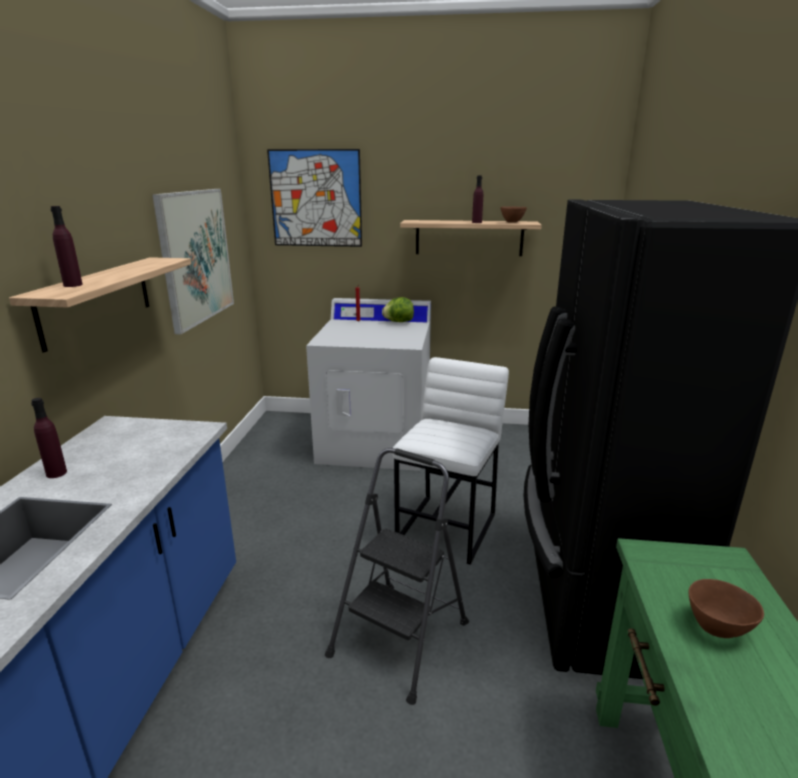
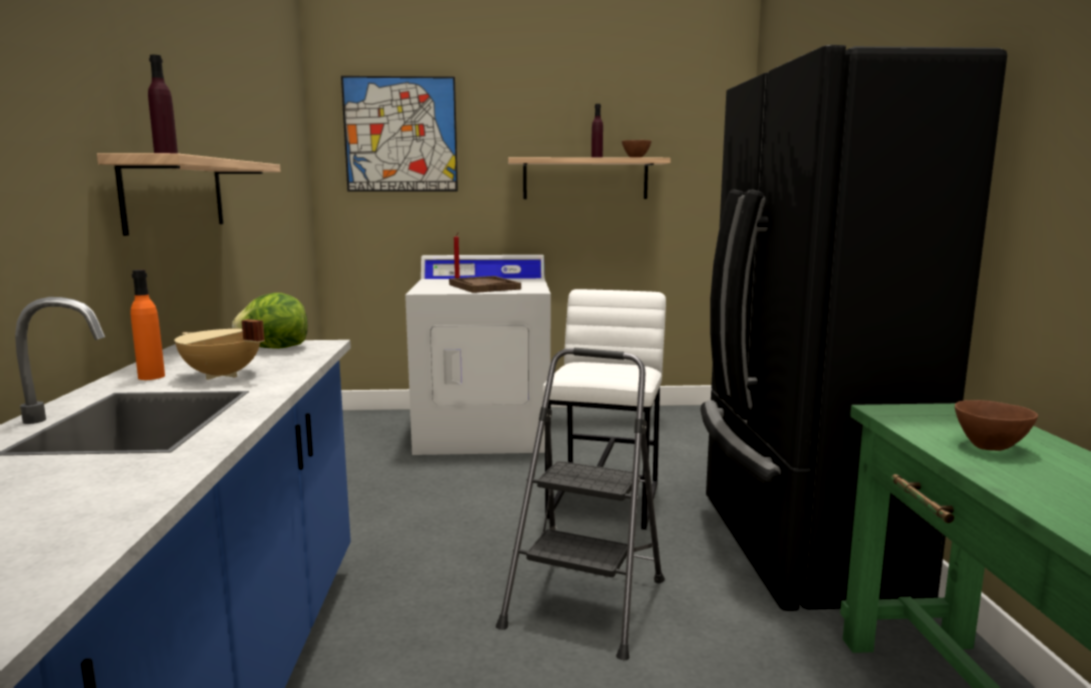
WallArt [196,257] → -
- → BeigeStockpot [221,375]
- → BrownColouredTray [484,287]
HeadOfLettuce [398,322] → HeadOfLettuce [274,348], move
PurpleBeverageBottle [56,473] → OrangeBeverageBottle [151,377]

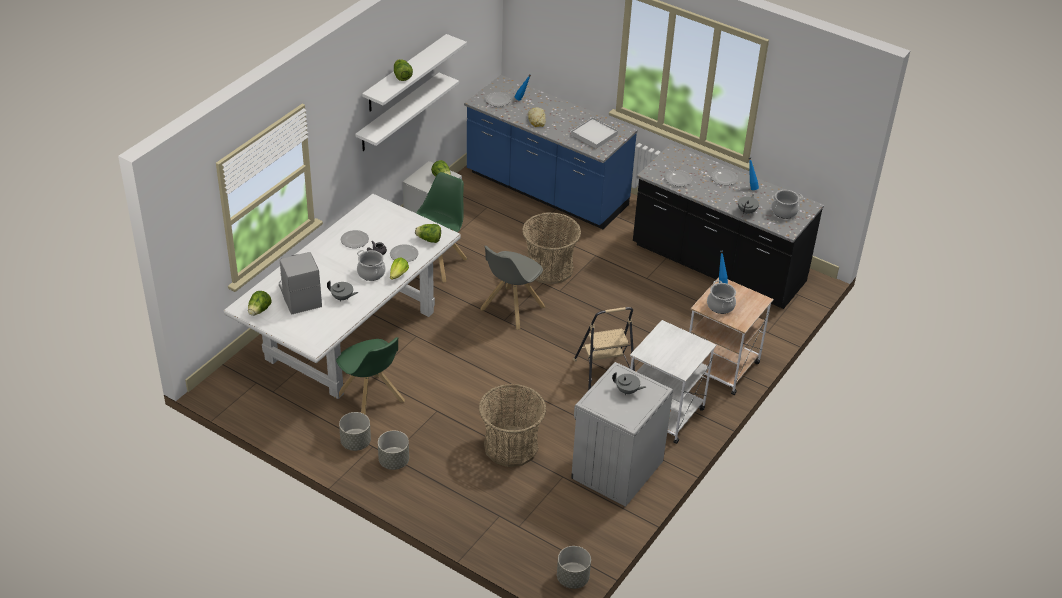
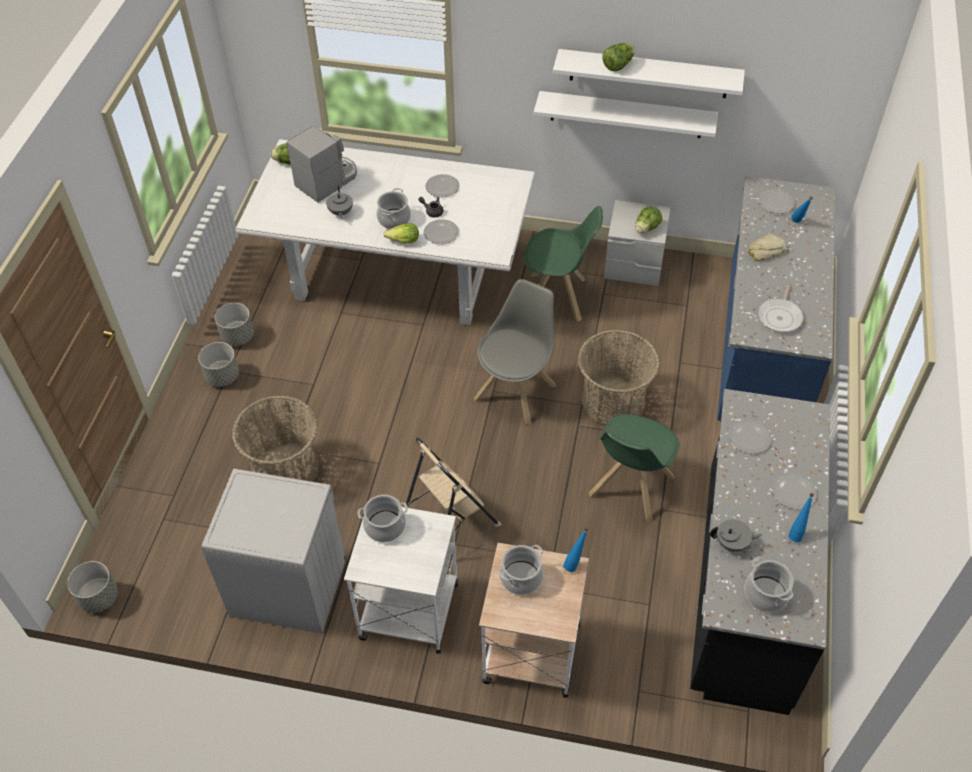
HeadOfLettuce [429,240] → -
GreyTeapot [627,391] → -
- → Stockpot [385,526]
GreenColouredChair [371,400] → GreenColouredChair [630,488], move
WhitishTray [594,134] → Skillet [780,316]
GreyChair [511,309] → GreyChair [516,390], 105 degrees clockwise

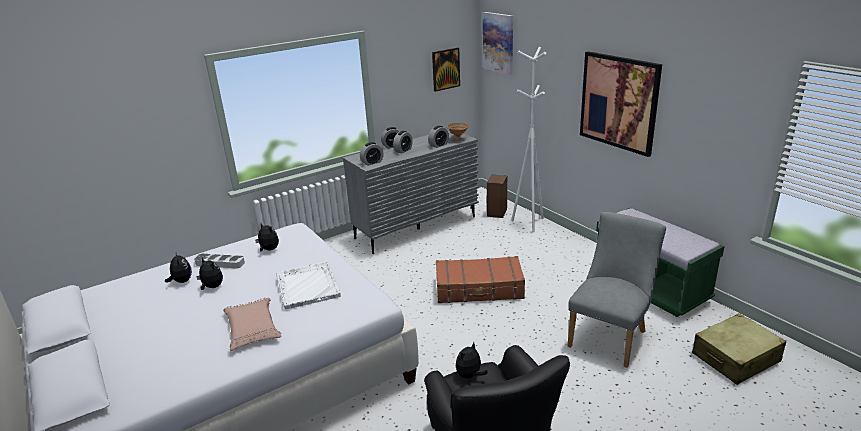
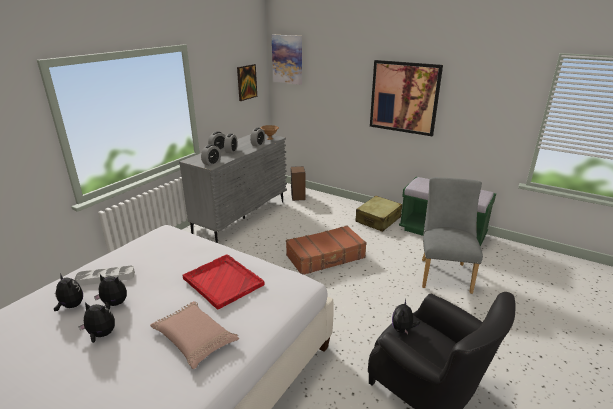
WhitishClothesRack [529,224] → -
SoftToy [269,250] → SoftToy [101,335], move
BeigeSuitcase [736,358] → BeigeSuitcase [378,220], move
WhitishTray [307,285] → RedTray [222,281]

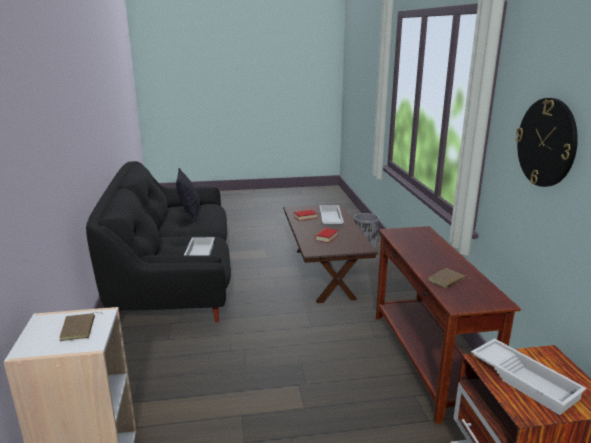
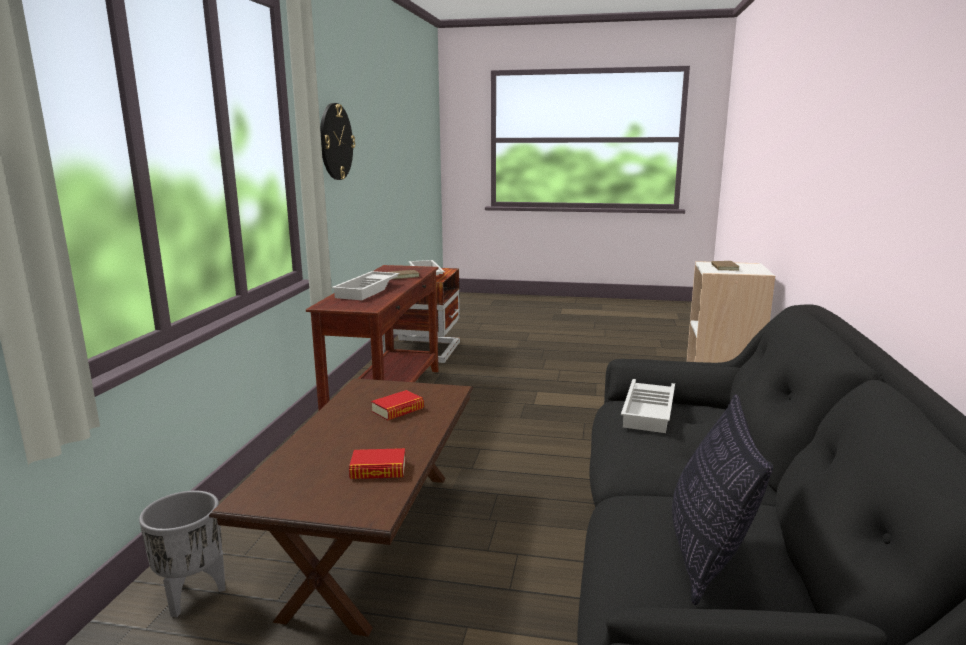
WhitishTray [330,219] → WhitishTray [368,290], move

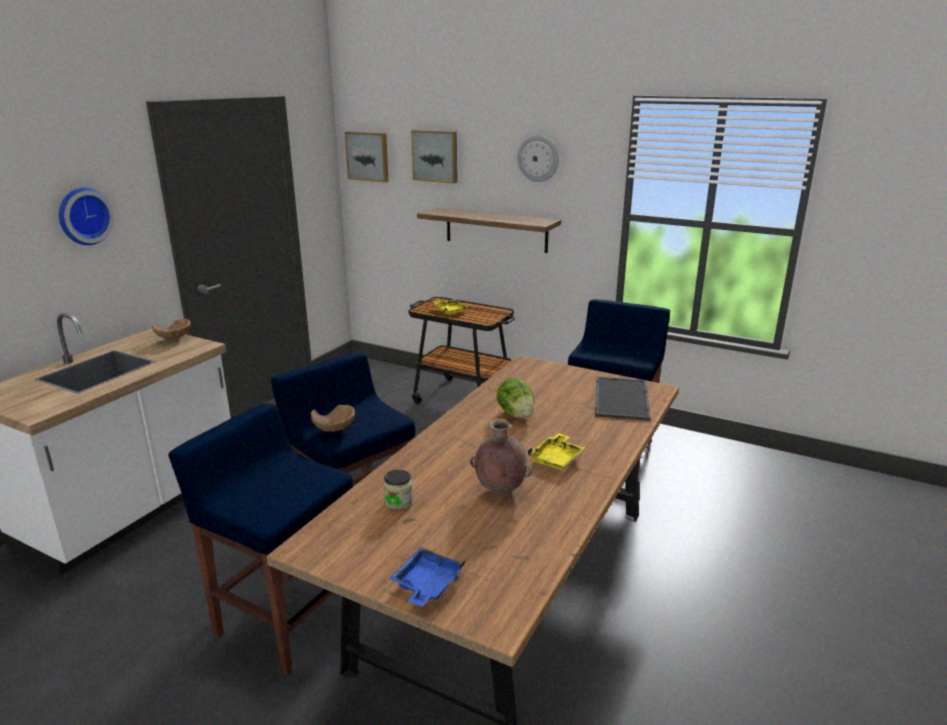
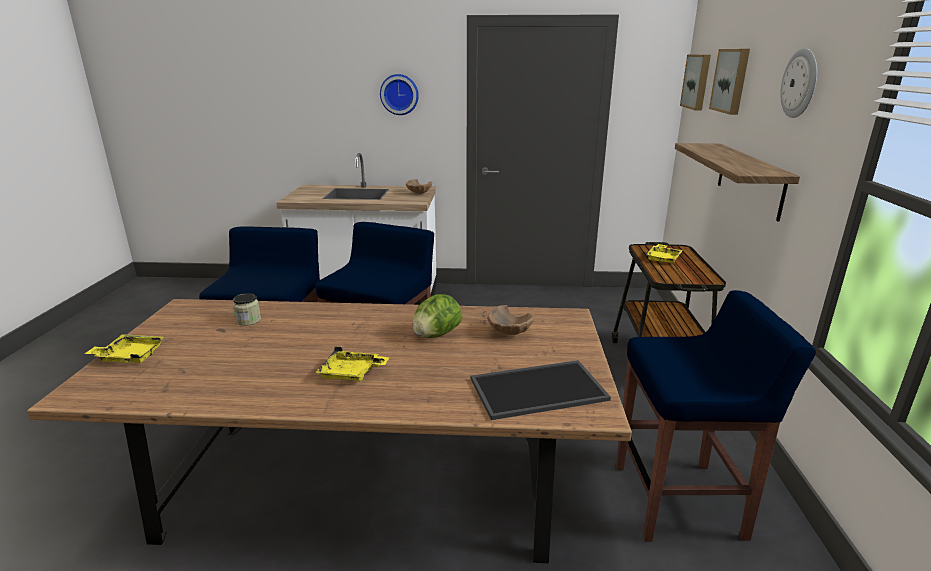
BrownColouredVase [500,490] → -
BrownColouredServingBowl [334,431] → BrownColouredServingBowl [508,334], move
BlueTray [426,585] → YellowColouredTray [130,356]

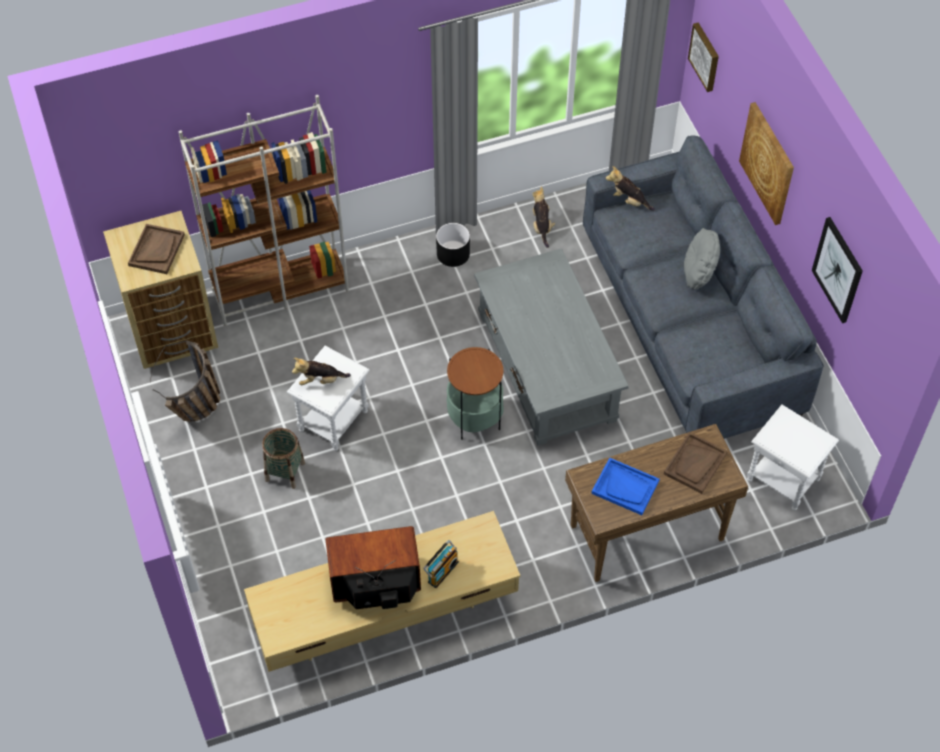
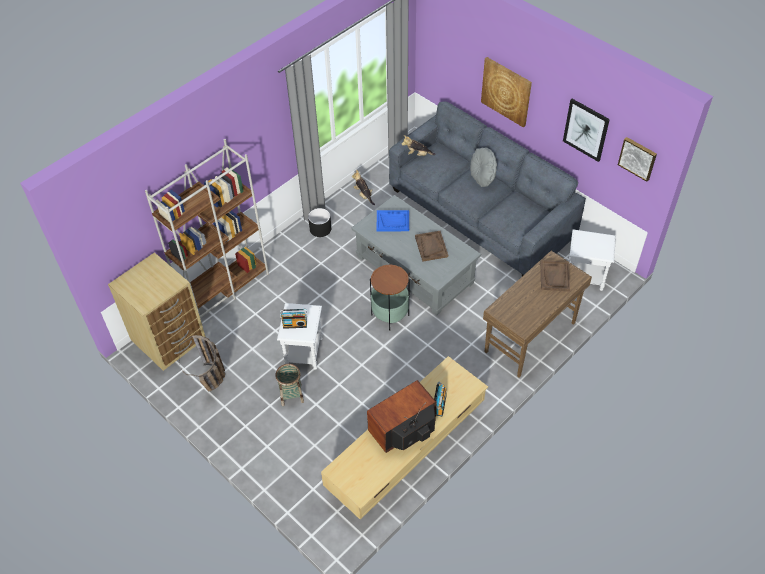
BrownColouredTray [156,250] → BrownColouredTray [431,246], move
BlueTray [625,487] → BlueTray [393,221], move
WallArt [705,56] → WallArt [638,158], move
SoftToy [320,380] → Radio [295,324]

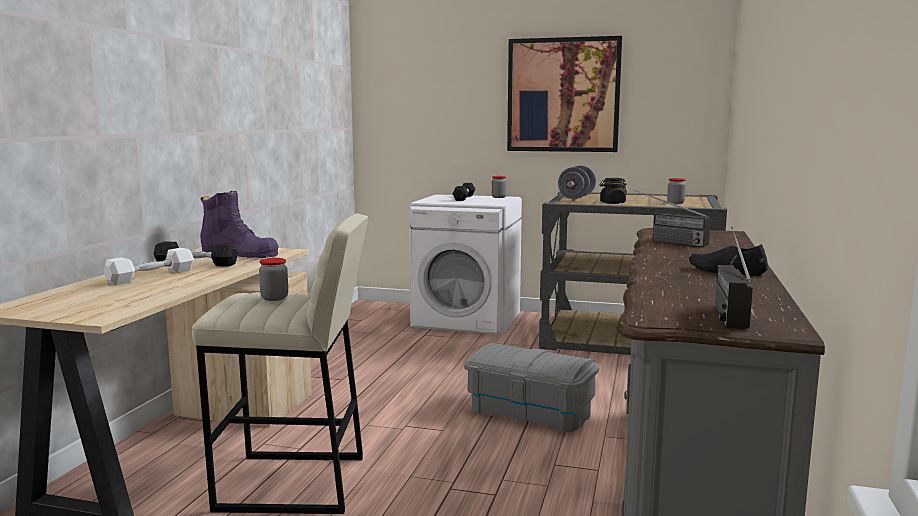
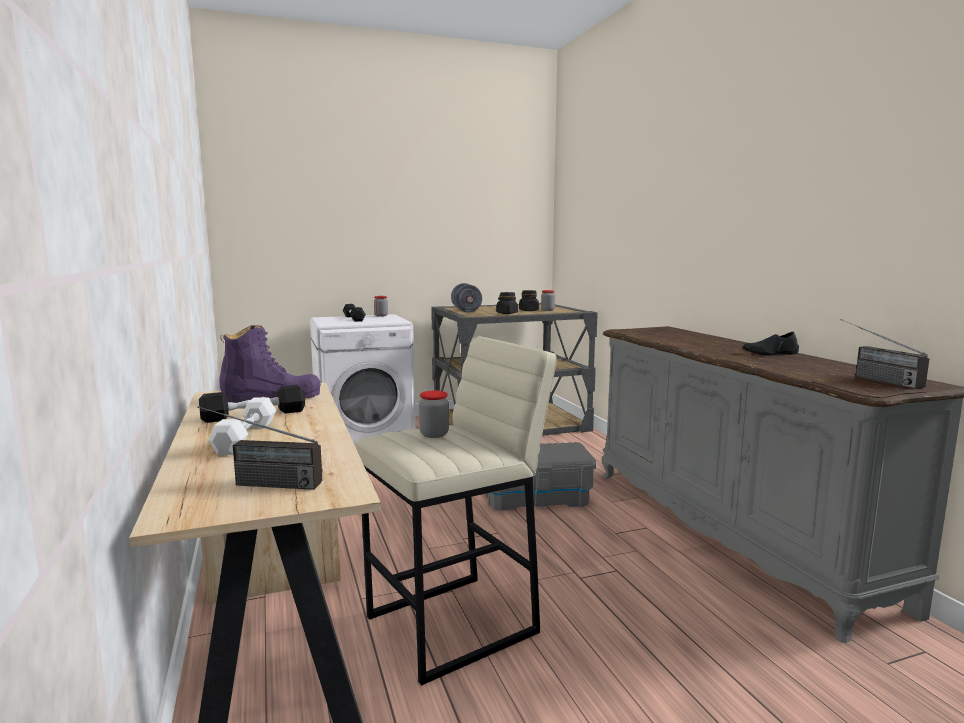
WallArt [563,95] → -
- → BlackColouredPreserveJar [528,310]
Radio [665,241] → Radio [257,483], move

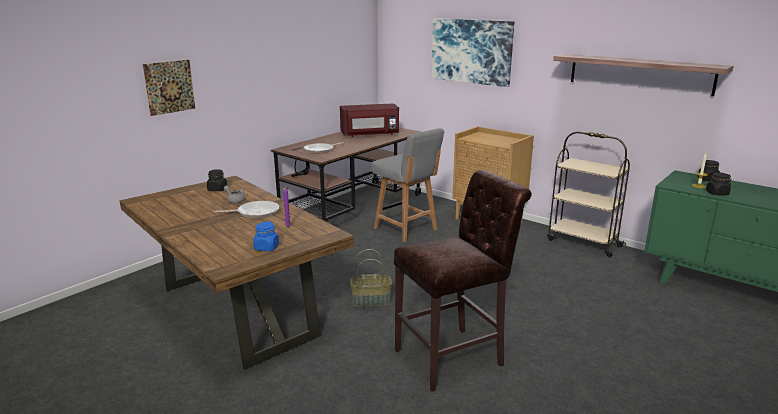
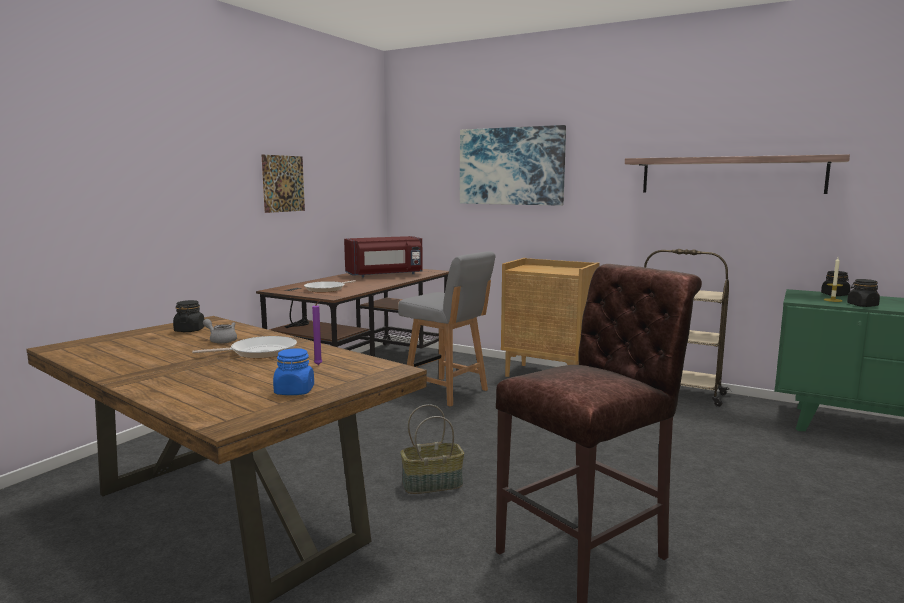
WallArt [169,87] → WallArt [283,183], move

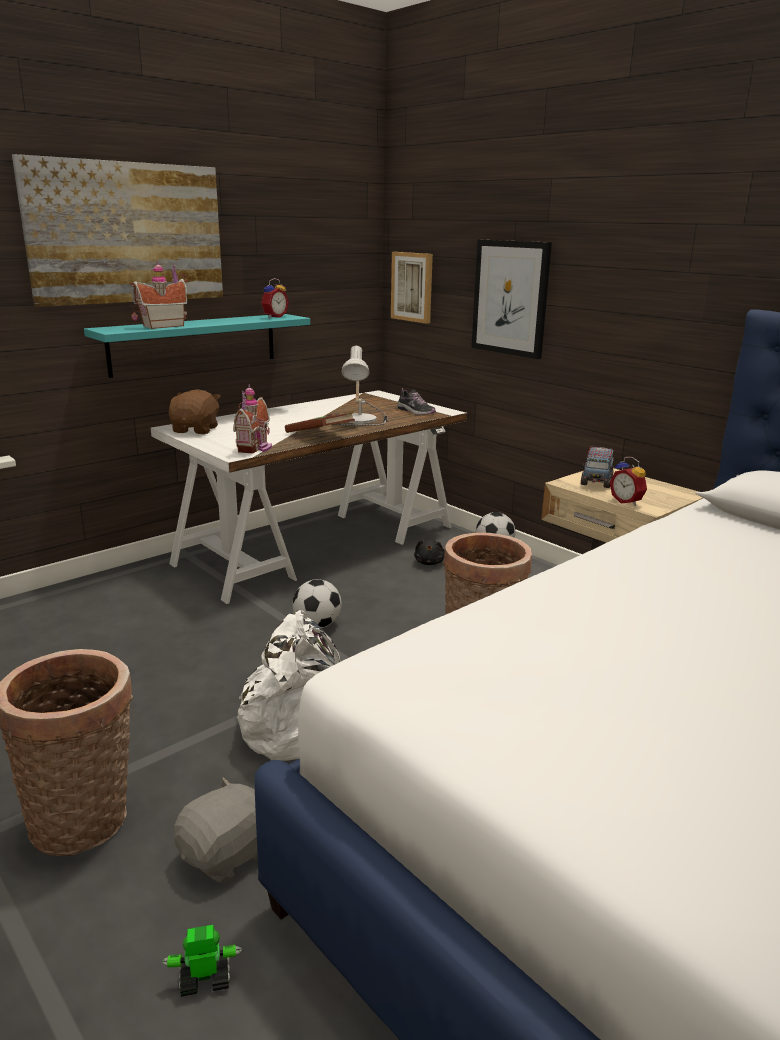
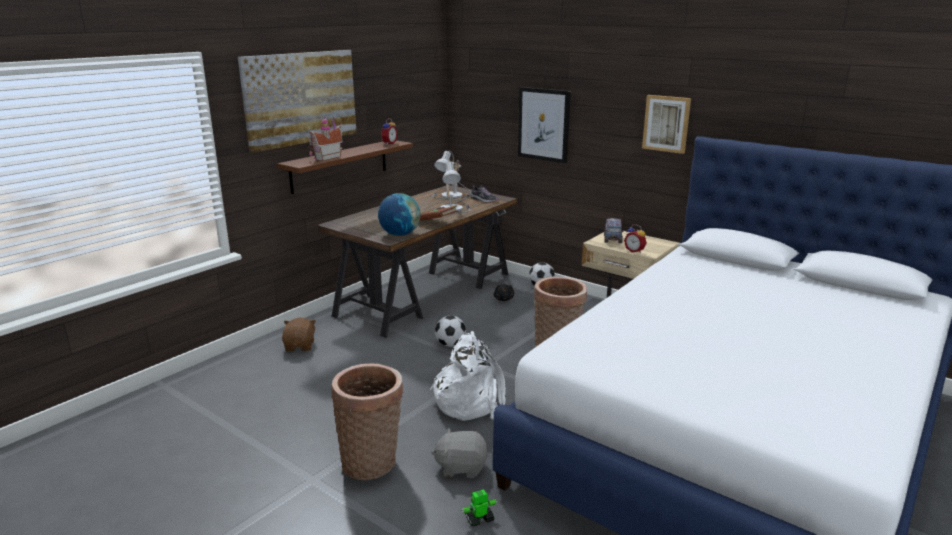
- → TableLamp [453,196]
BrownColouredSoftToy [196,430] → BrownColouredSoftToy [300,346], move
WallArt [412,287] → WallArt [666,123], move
MiniatureHouse [256,448] → DeskGlobe [400,234]
BlueGreenWallShelf [195,344] → BrownColouredWallShelf [340,166]
WhitishDeskUnit [318,544] → BrownColouredDeskUnit [425,293]
GreySoftToy [227,854] → GreySoftToy [461,467], 120 degrees counterclockwise

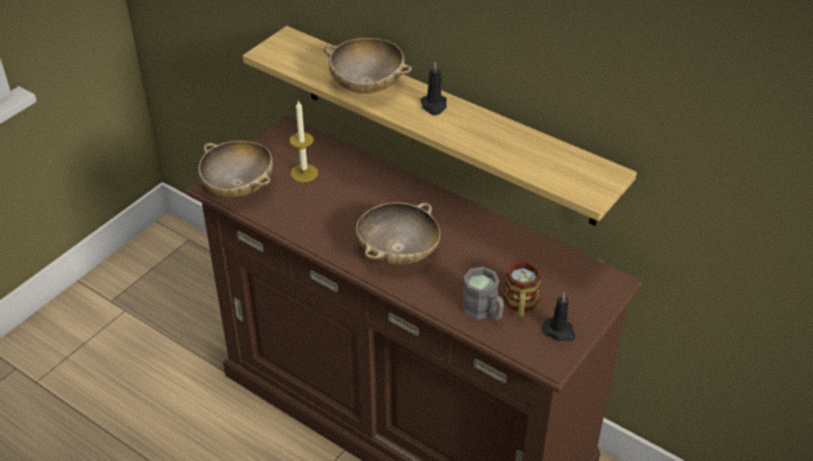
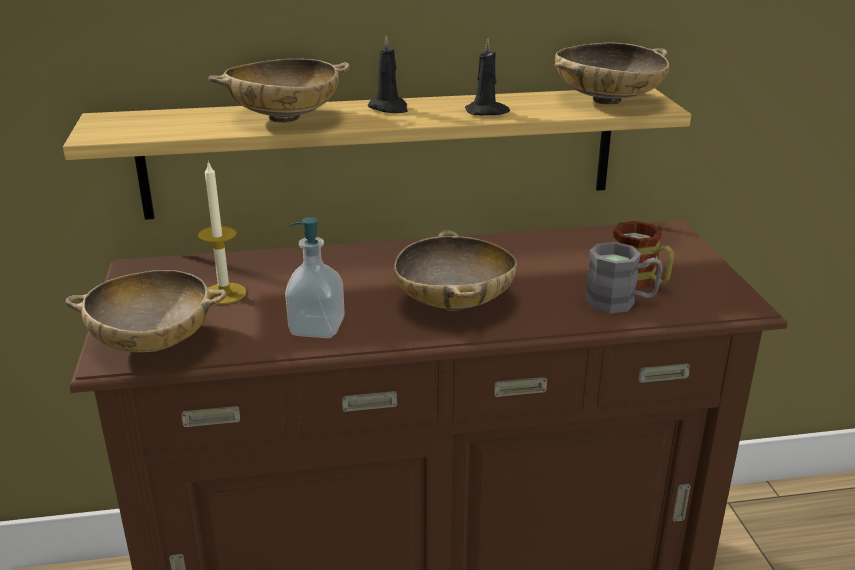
- → LiquidSoapBottle [317,327]
- → BeigeServingBowl [607,101]
BlackColouredWaxCandle [559,331] → BlackColouredWaxCandle [487,112], move

